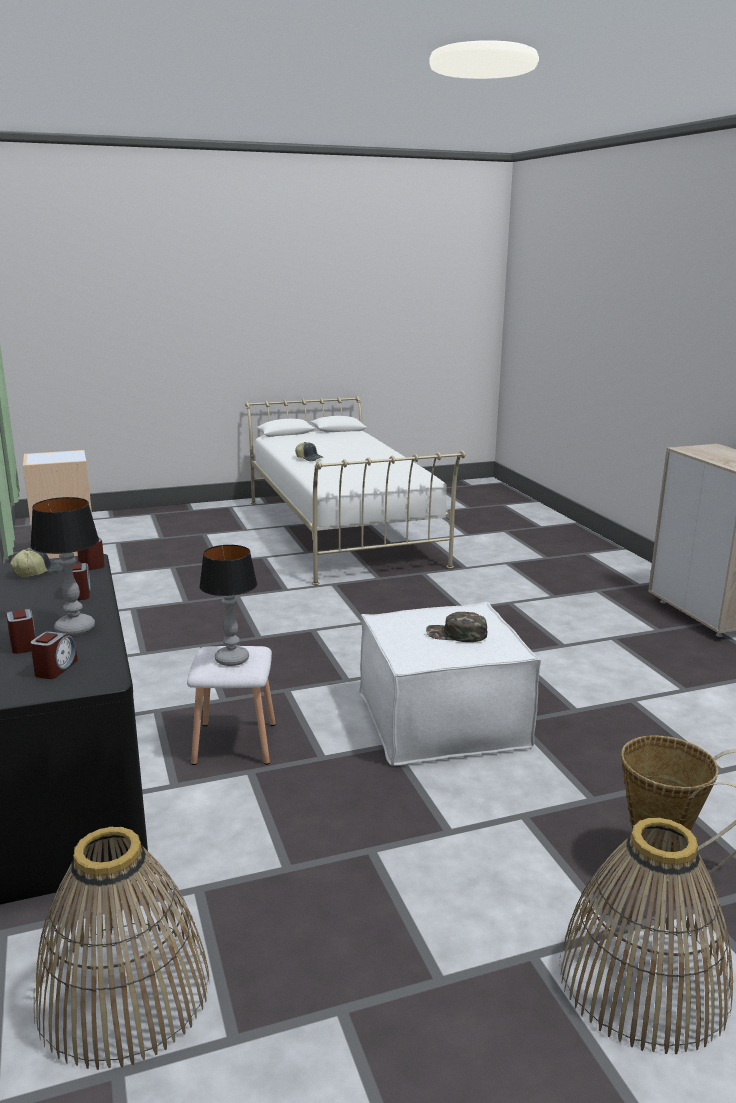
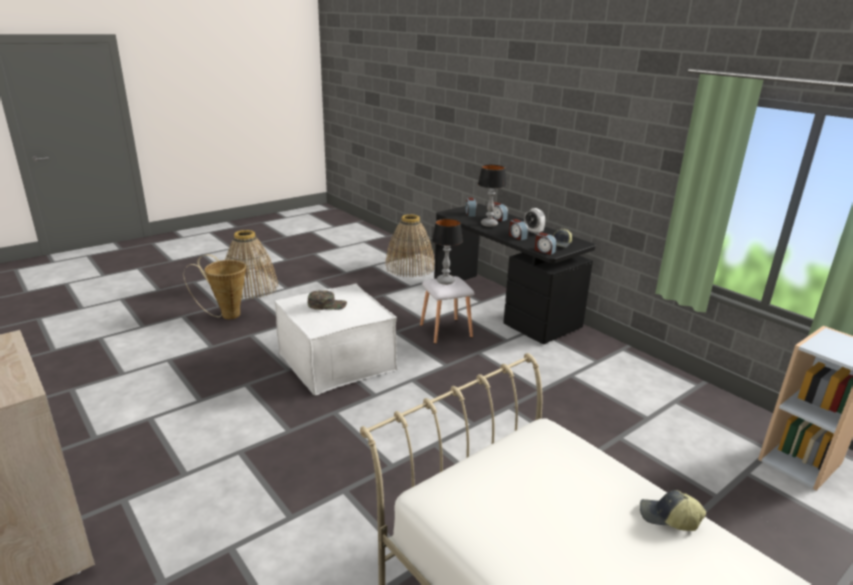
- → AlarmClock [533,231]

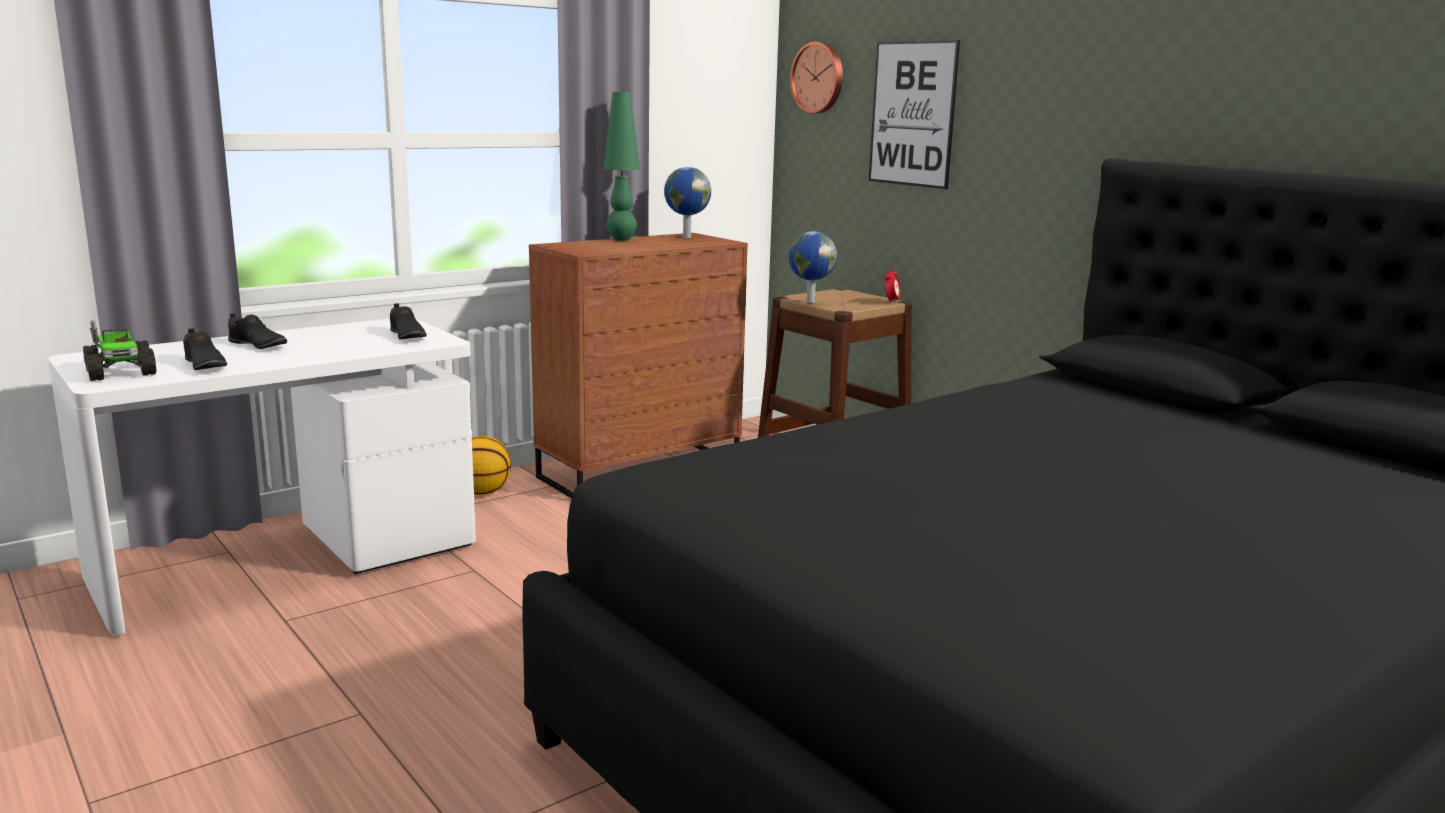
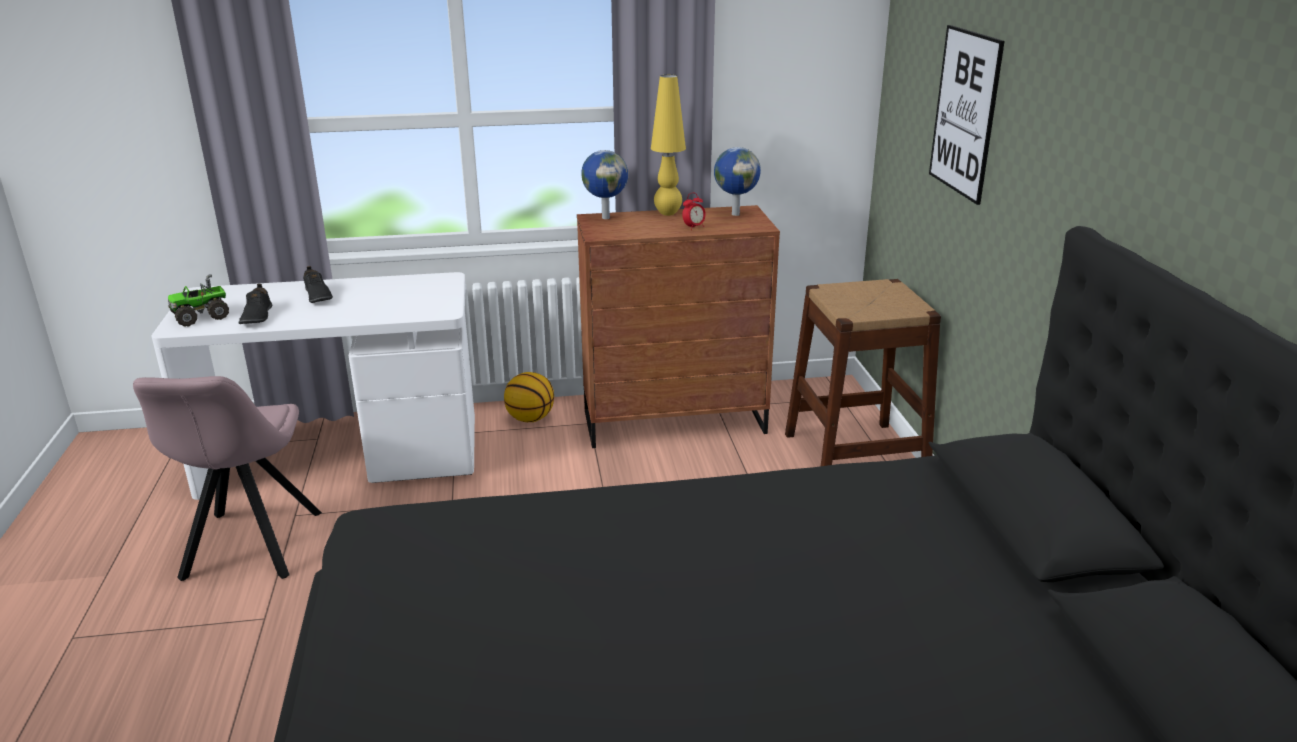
BlackColouredLowShoe [406,336] → -
HangingClock [819,78] → -
- → PinkishChair [250,545]
DeskGlobe [809,302] → DeskGlobe [605,217], move
AlarmClock [891,301] → AlarmClock [694,227], move
GreenColouredTableLamp [621,239] → YellowColouredTableLamp [667,213]
ModelTruck [121,372] → ModelTruck [202,316], 60 degrees clockwise

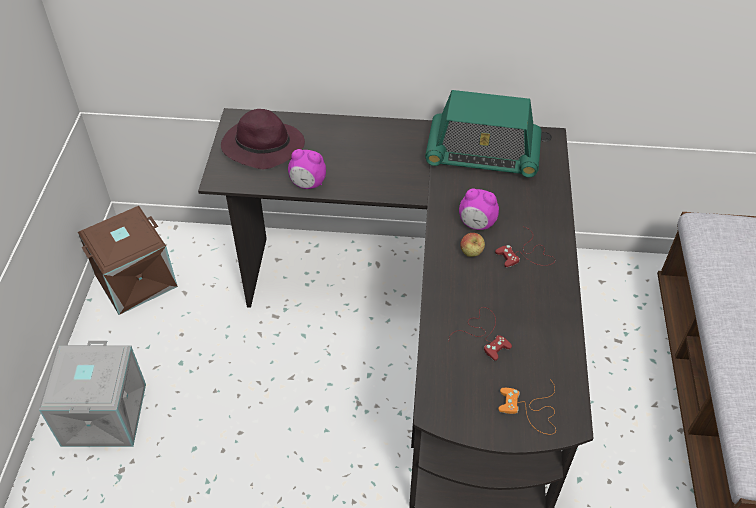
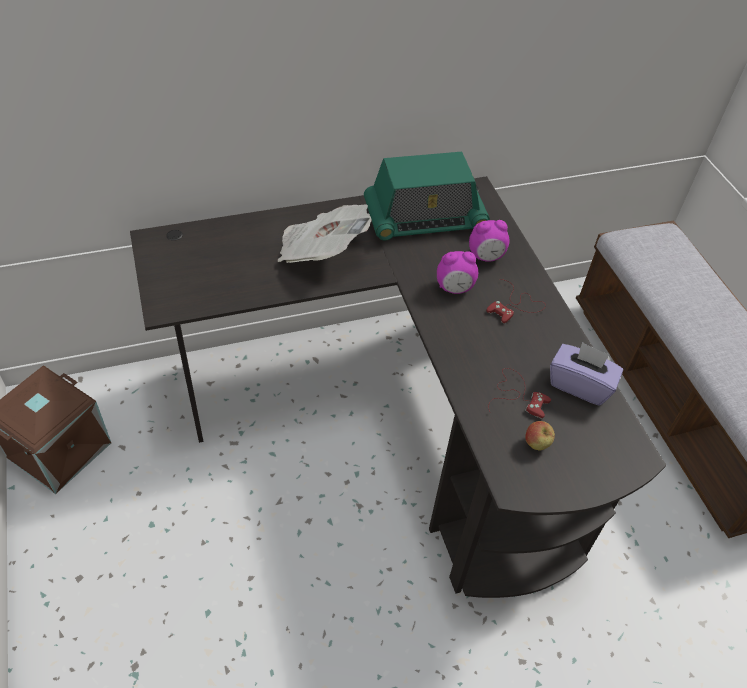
GreyStorageBox [102,414] → -
PurpleHat [262,147] → -
OrangeJoypad [531,410] → -
- → PrintedPaper [321,252]
- → PurpleTissueHolder [580,385]
AlarmClock [308,184] → AlarmClock [486,257], move
AppleFruit [471,253] → AppleFruit [536,444], move

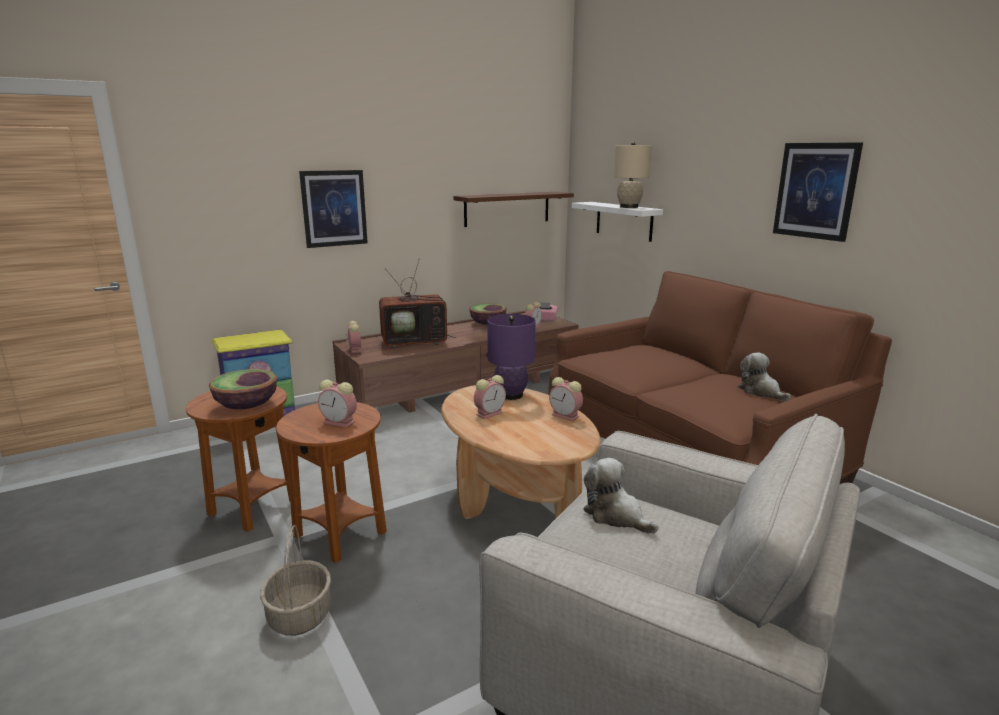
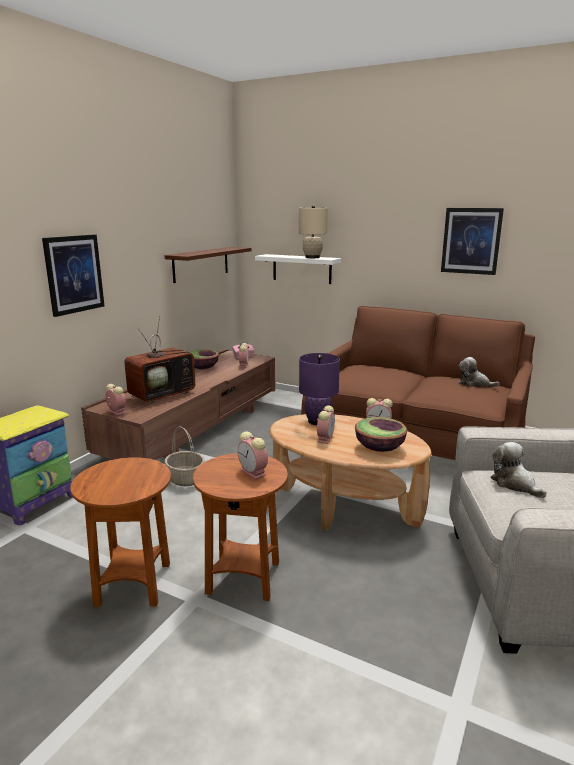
ServingBowl [247,405] → ServingBowl [379,448], move
Basket [299,615] → Basket [185,479], move
AlarmClock [340,422] → AlarmClock [254,473], 60 degrees clockwise
SoftToy [615,515] → SoftToy [514,484], 45 degrees clockwise

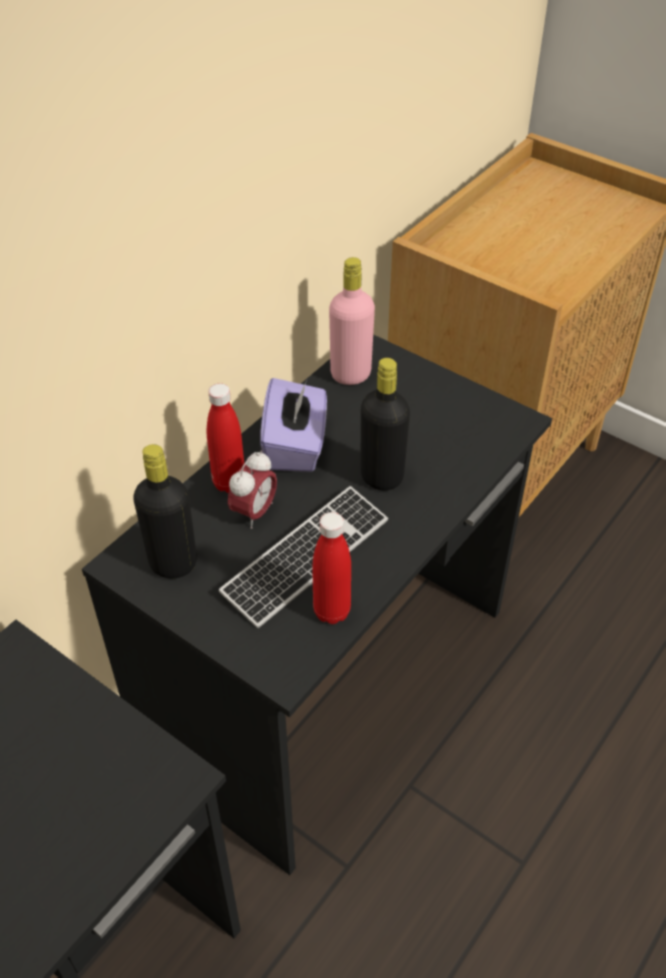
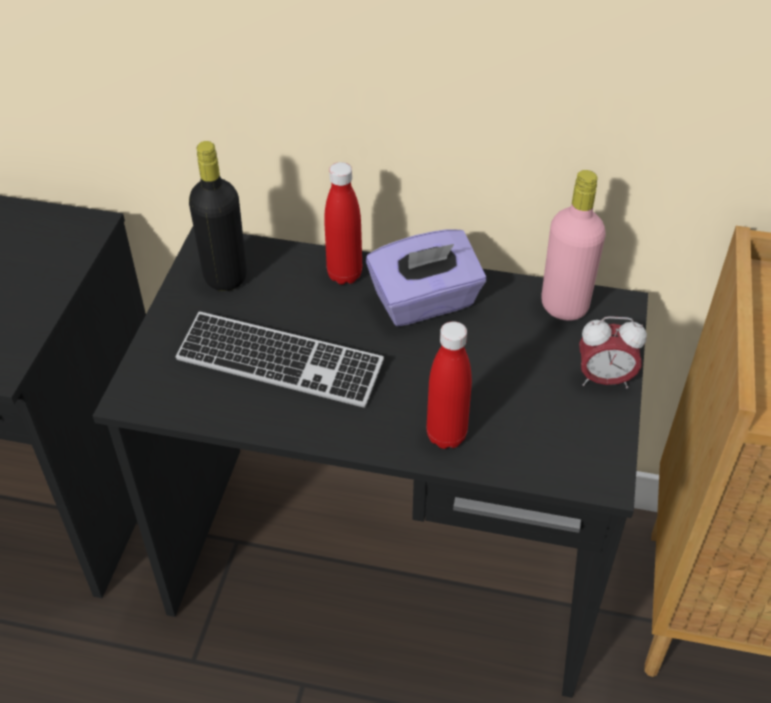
BlackColouredBeverageBottle [381,477] → -
AlarmClock [254,513] → AlarmClock [604,379], move
RedBeverageBottle [331,611] → RedBeverageBottle [446,436], move

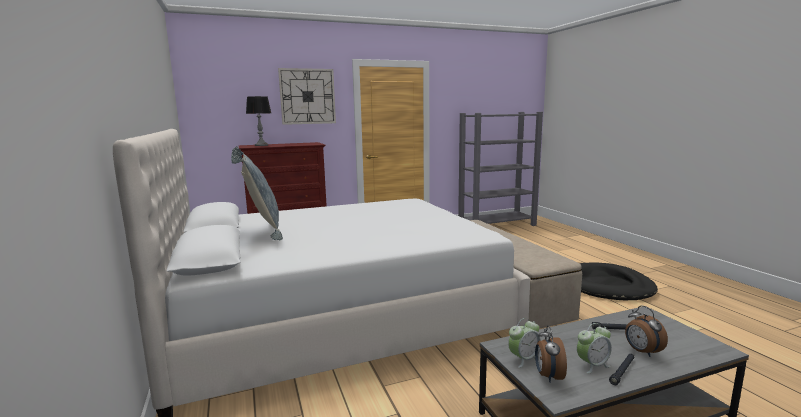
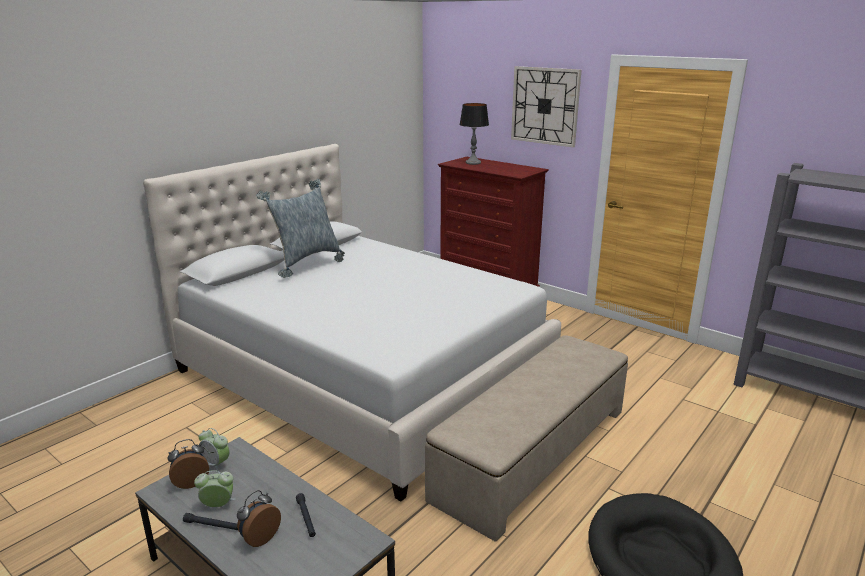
AlarmClock [592,365] → AlarmClock [218,505], 135 degrees clockwise

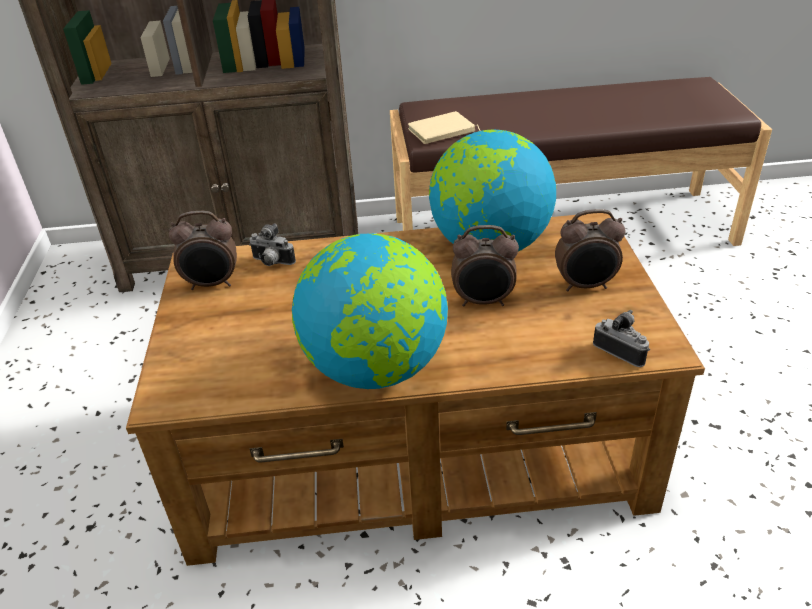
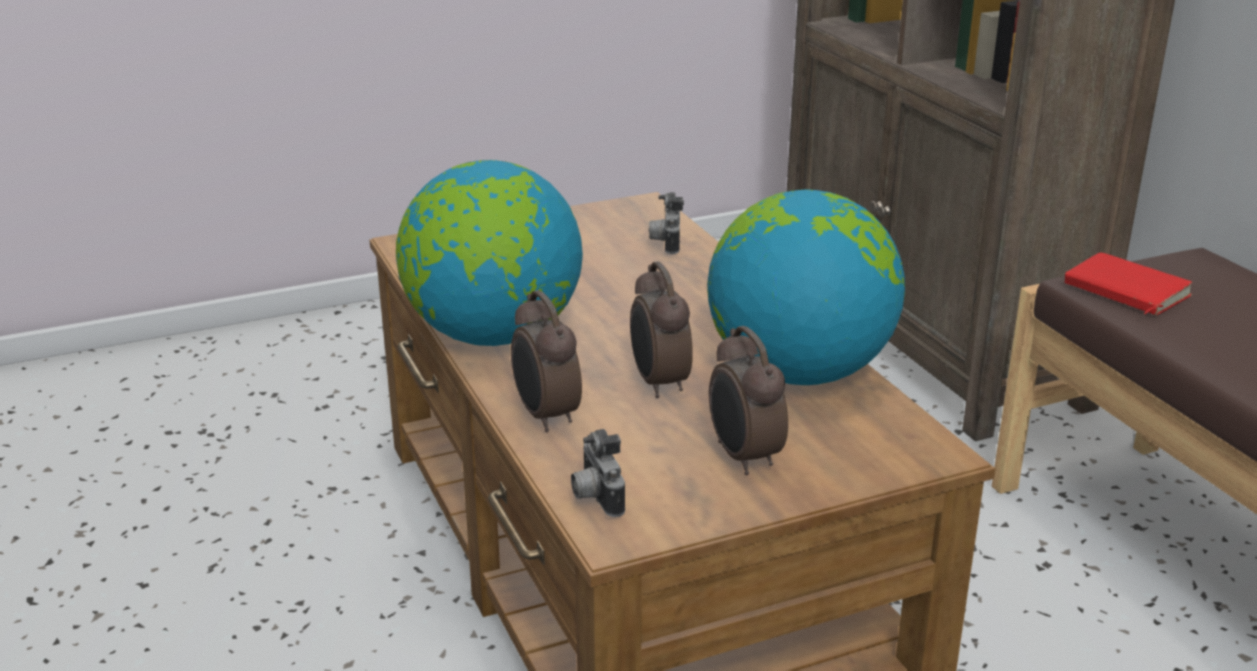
AlarmClock [212,284] → AlarmClock [545,416], move
BeigeBook [442,132] → RedBook [1124,291]
PhotoCamera [621,351] → PhotoCamera [595,497], 135 degrees clockwise

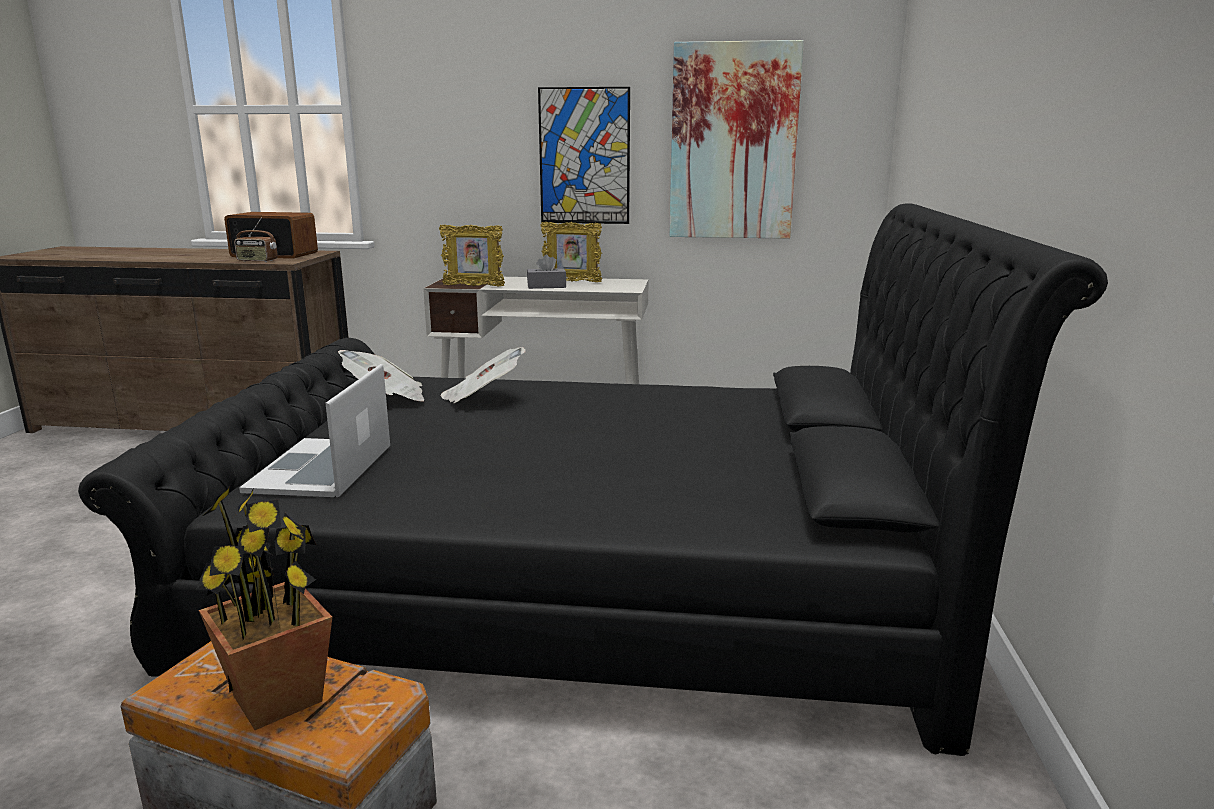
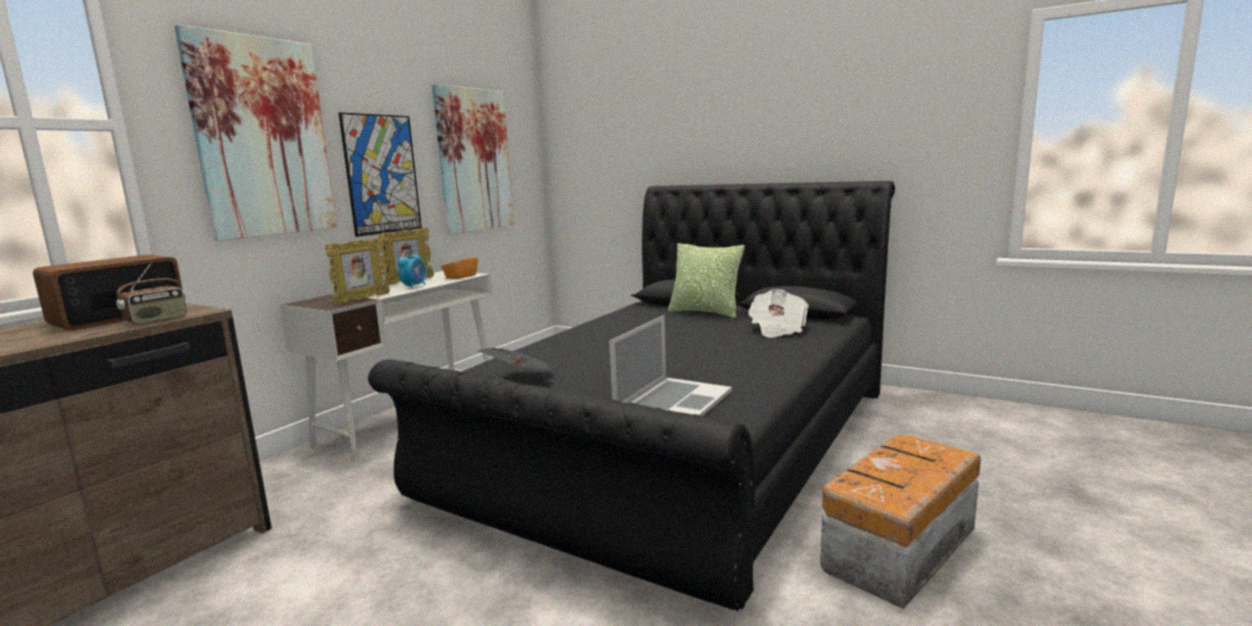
Houseplant [277,698] → -
- → WallArt [263,138]
- → OrangeTissueHolder [460,276]
- → Pillow [705,312]
PrintedPaper [482,397] → PrintedPaper [777,329], move
GreyTissueHolder [546,286] → AlarmClock [414,286]
Laptop [322,468] → Laptop [673,402], 90 degrees counterclockwise

